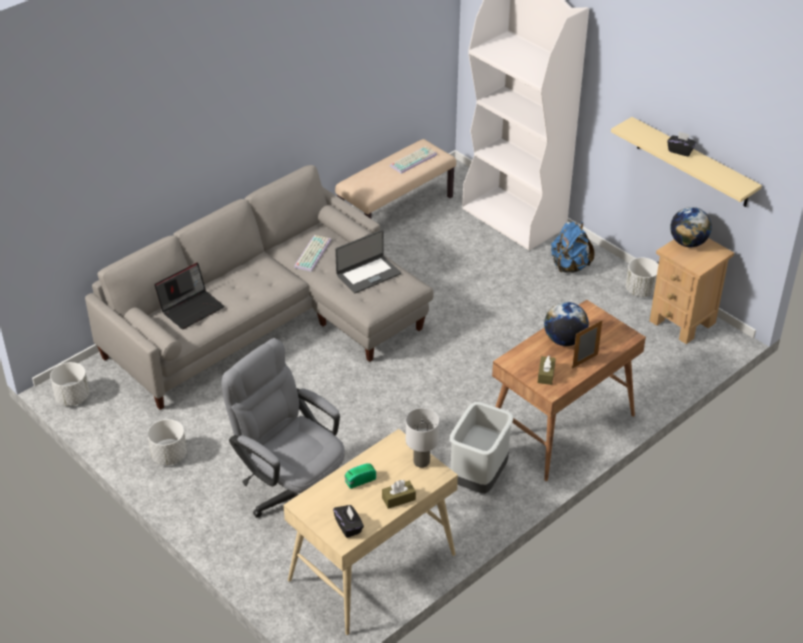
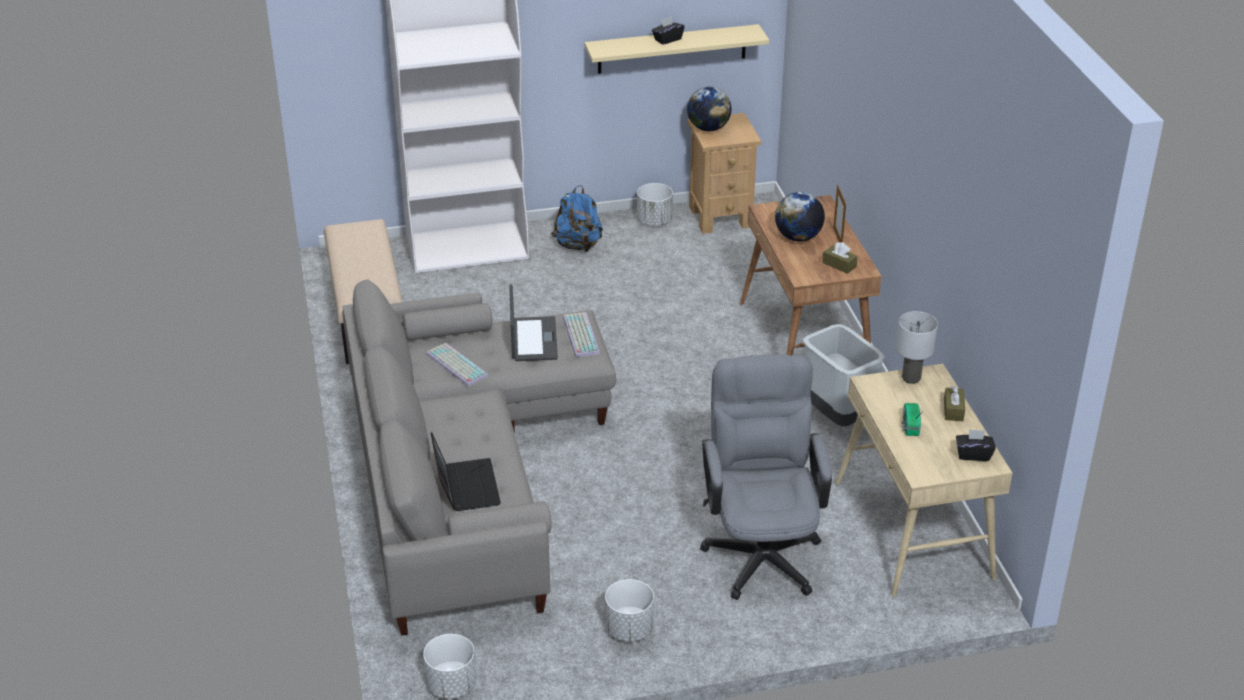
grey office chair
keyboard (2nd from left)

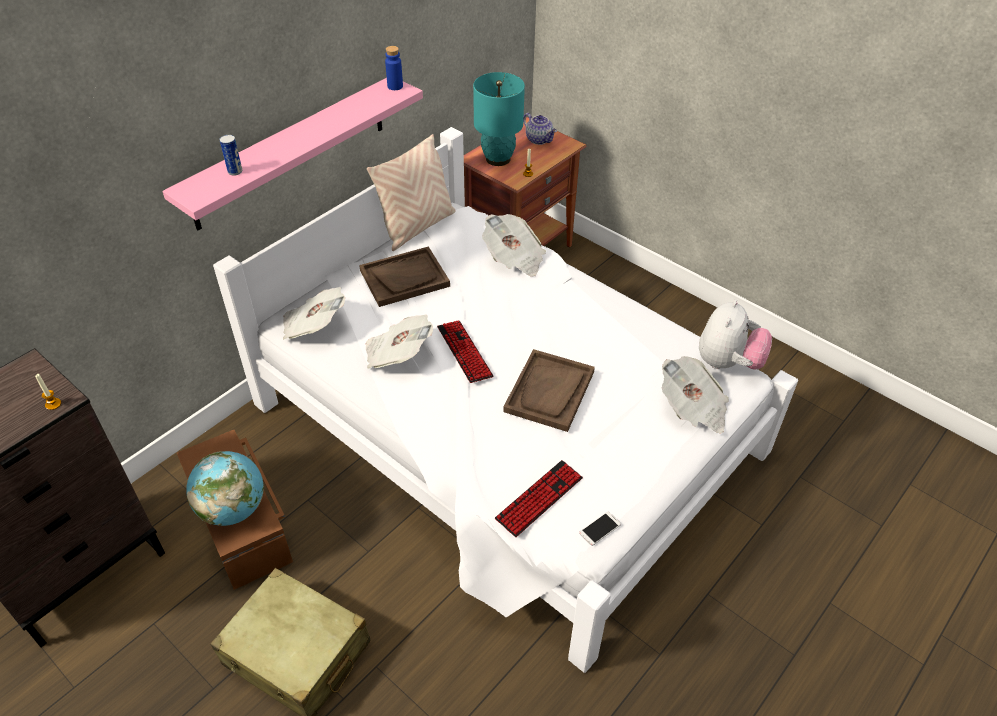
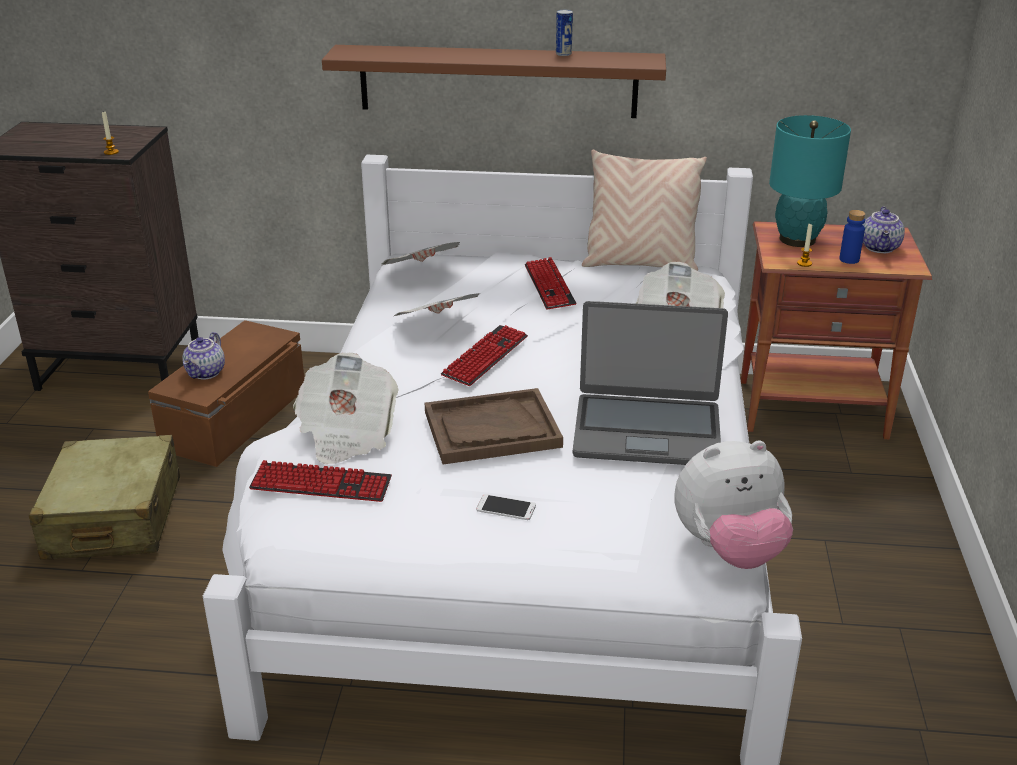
brown shelf
teapot (1st from left)
can
keyboard (3rd from left)
blue bottle
phone
newspaper (1st from left)
laptop

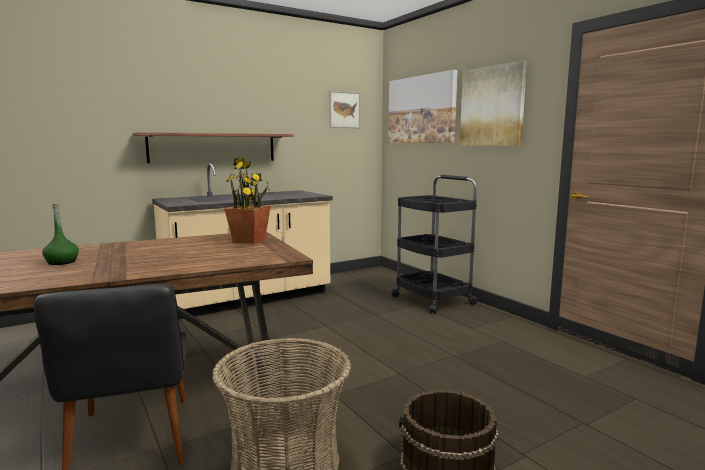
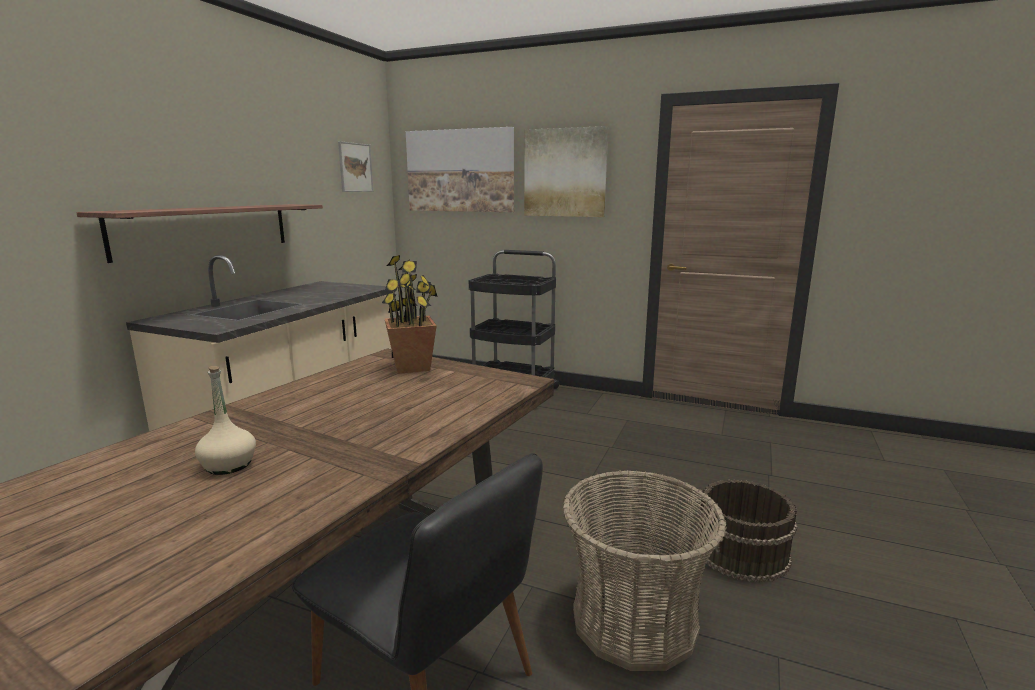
beige bottle

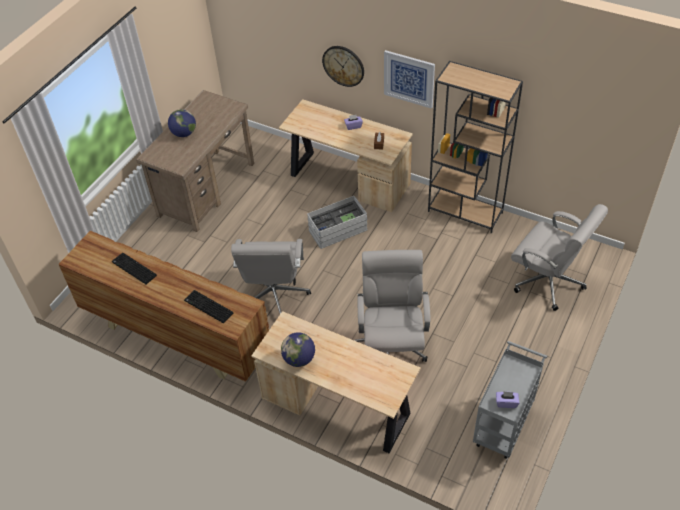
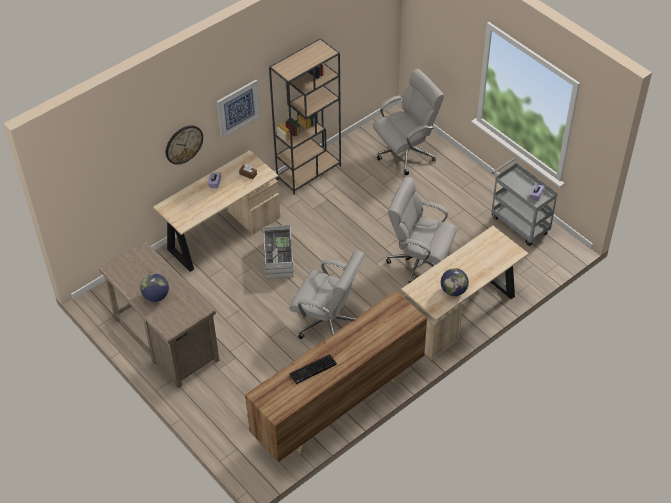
keyboard (2nd from left in the first image)

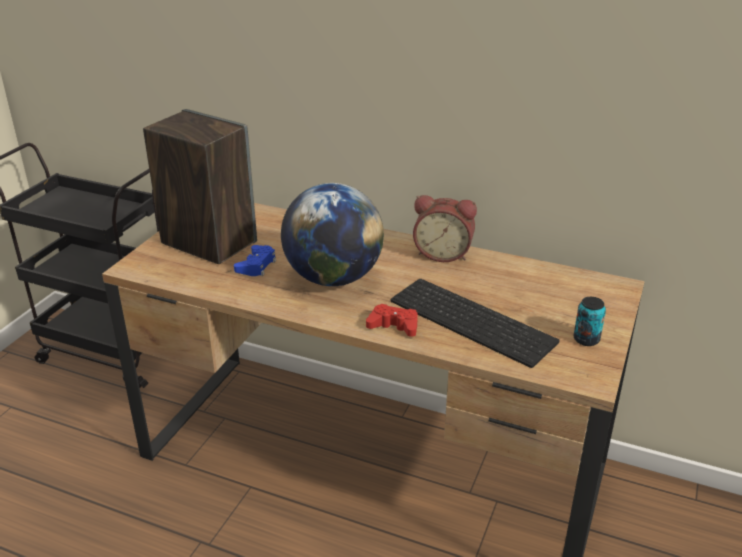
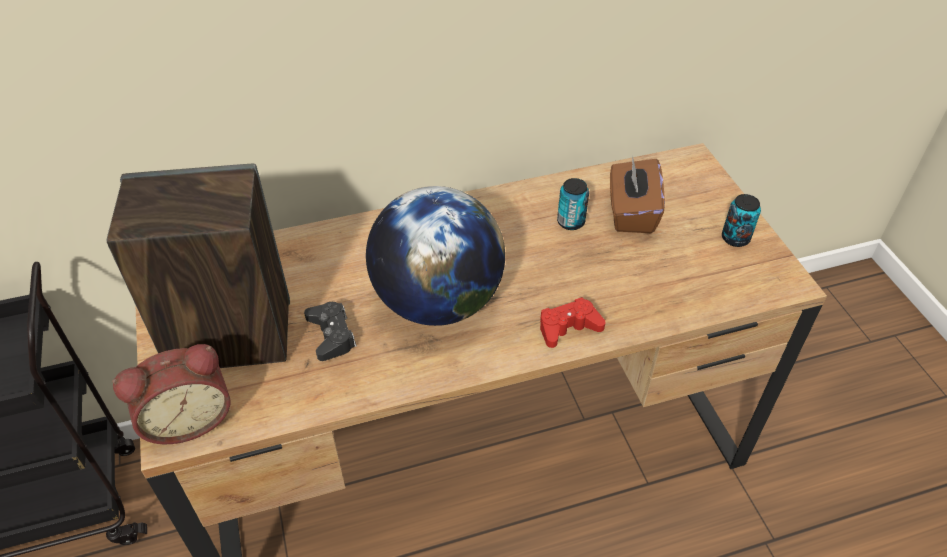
black game controller
keyboard
alarm clock
can (1st from left)
brown tissue box

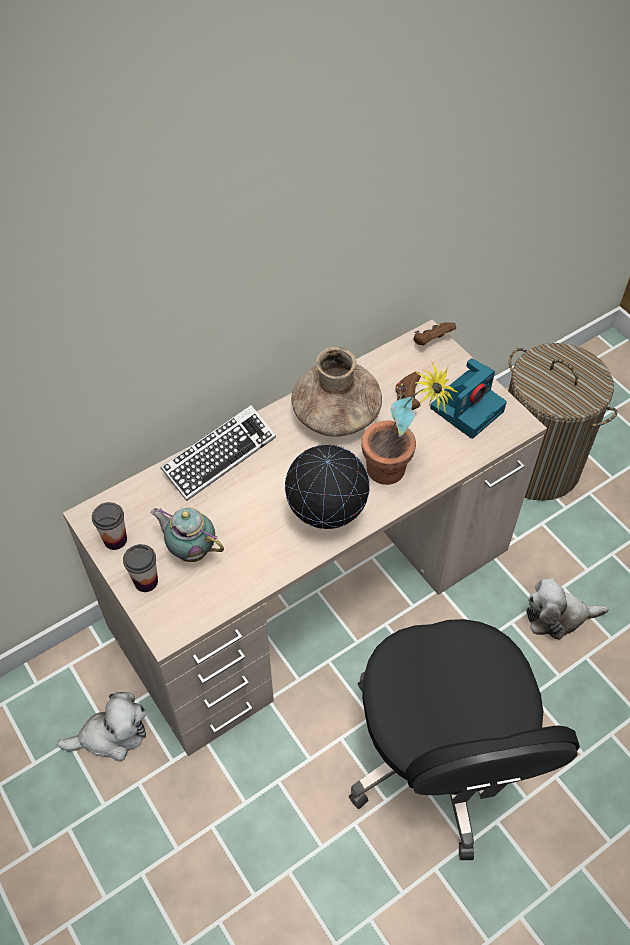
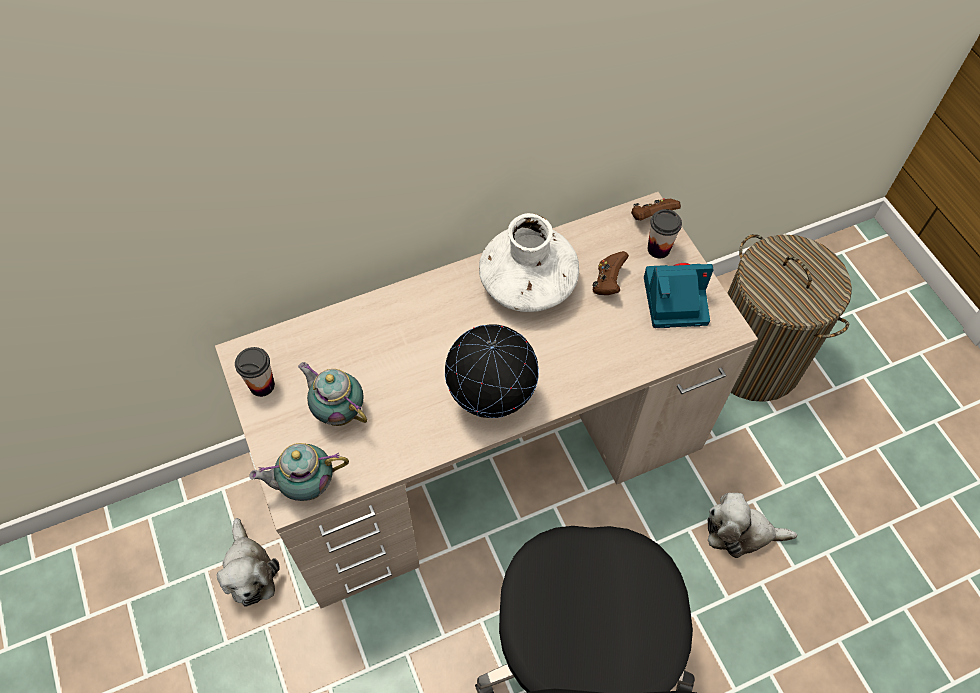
plush toy (1st from left)
cup (2nd from left)
keyboard
white vase
potted plant
photo camera
teapot (1st from left)

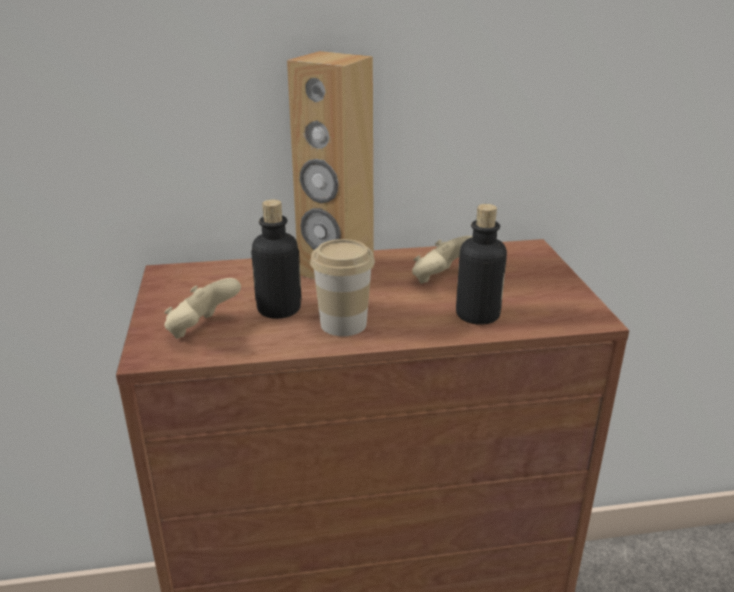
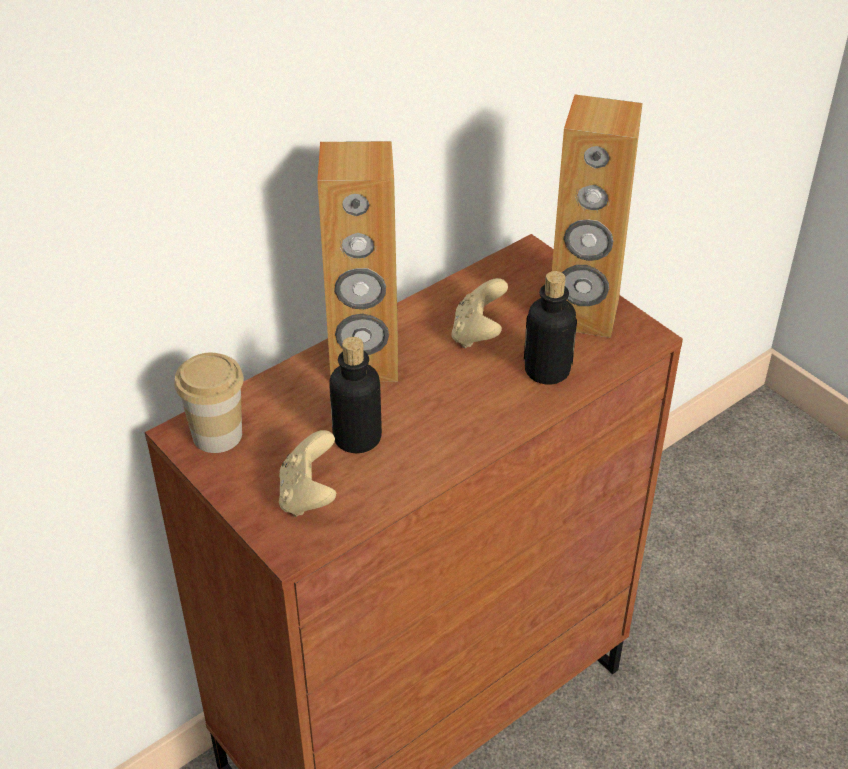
cup
brown speaker (2nd from left)

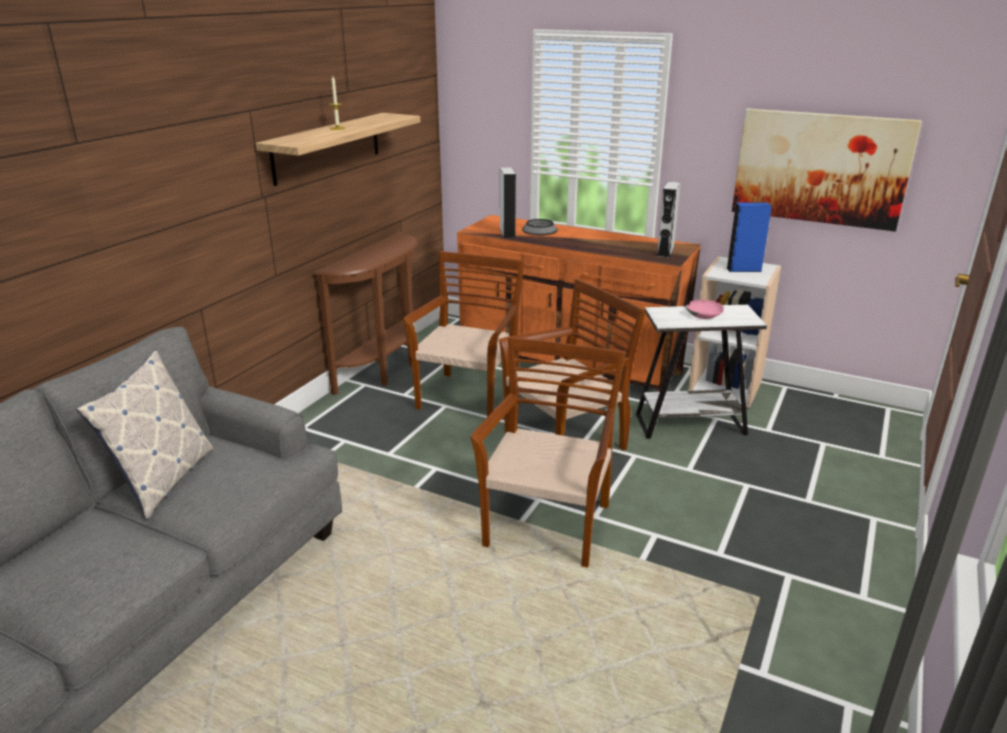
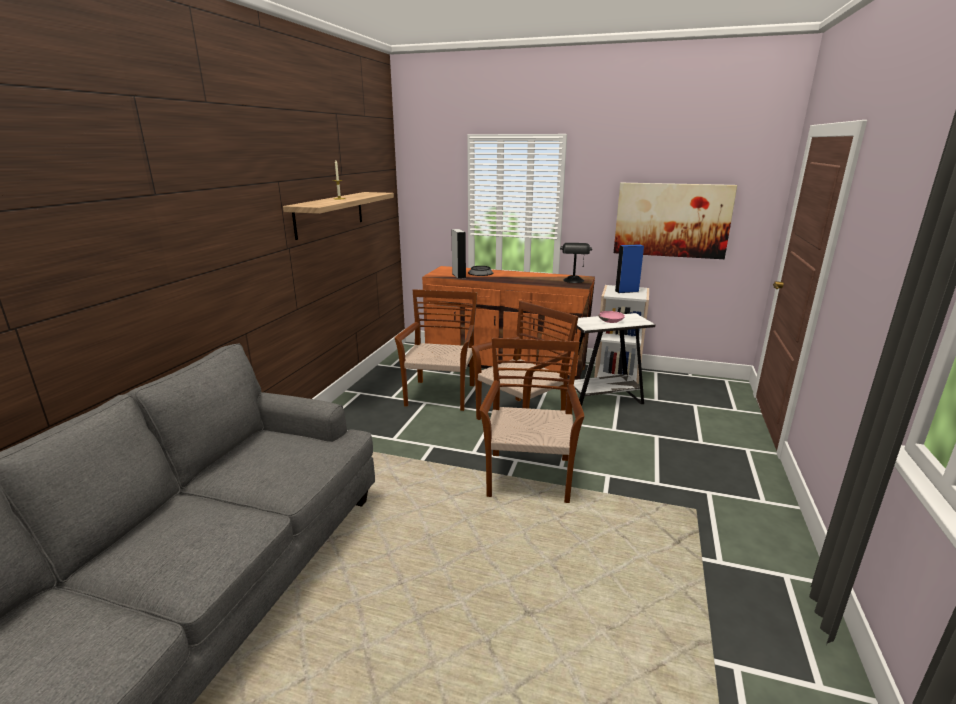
pillow
brown console table
black table lamp

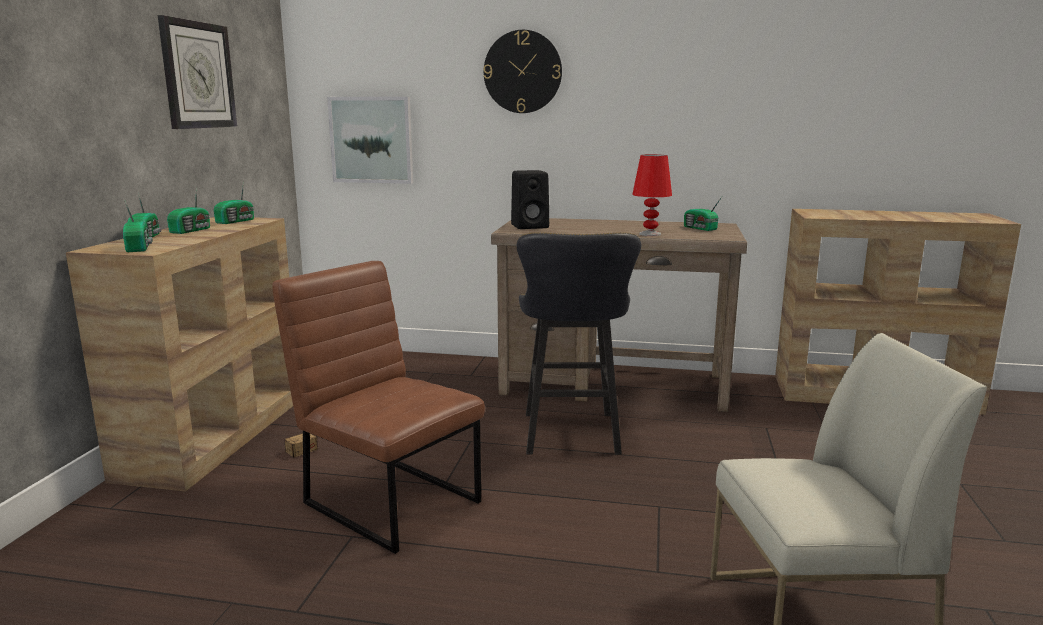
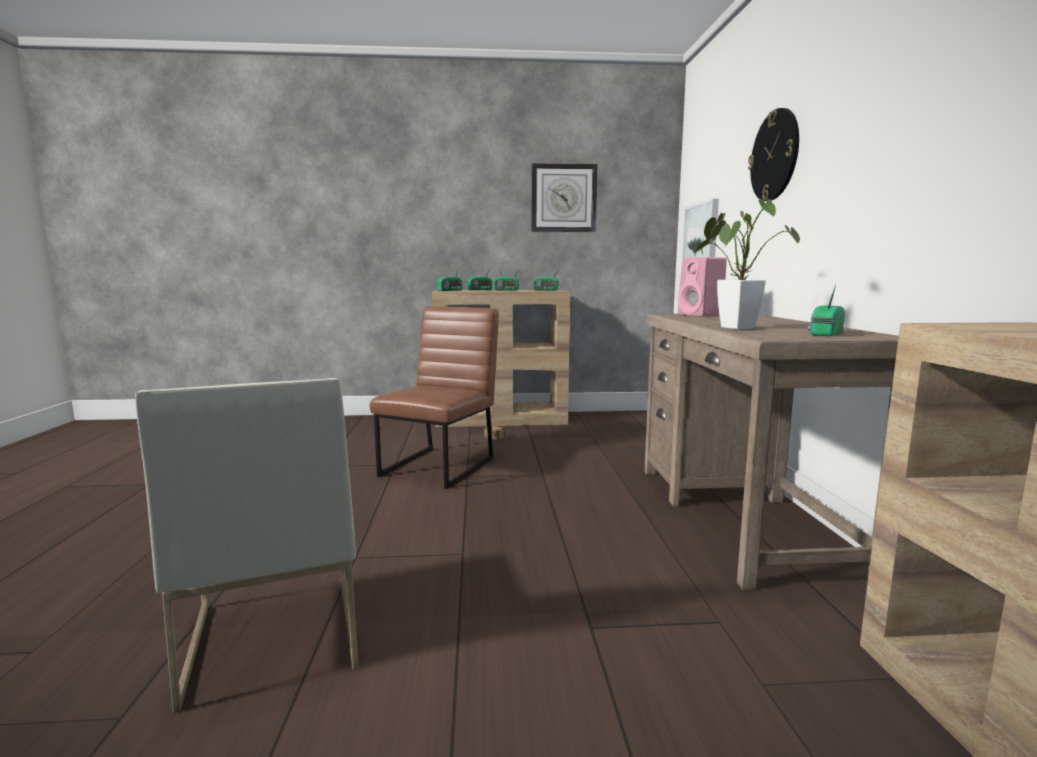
pink speaker
black stool
potted plant

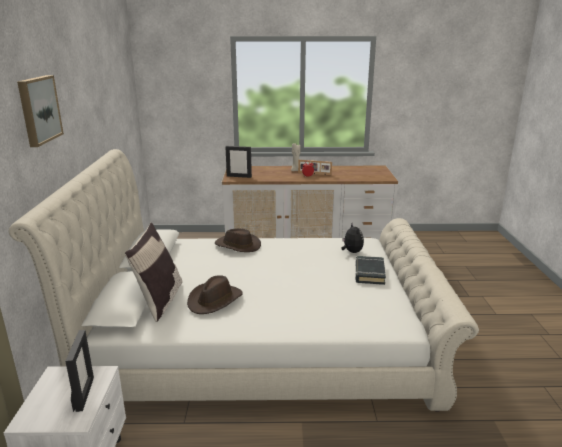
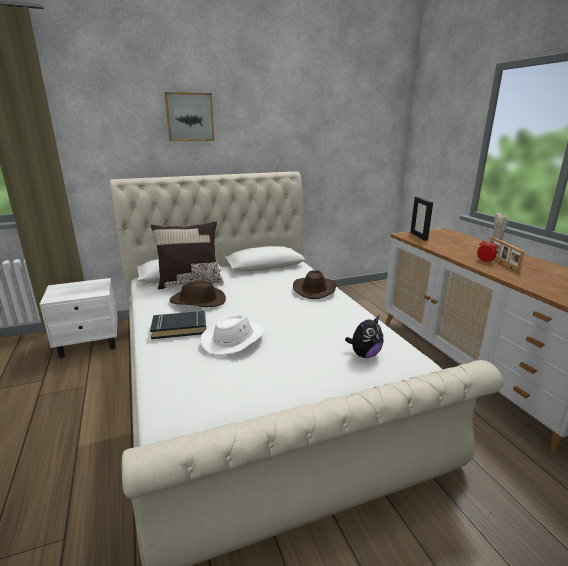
picture frame (1st from left in the first image)
black book
white hat

